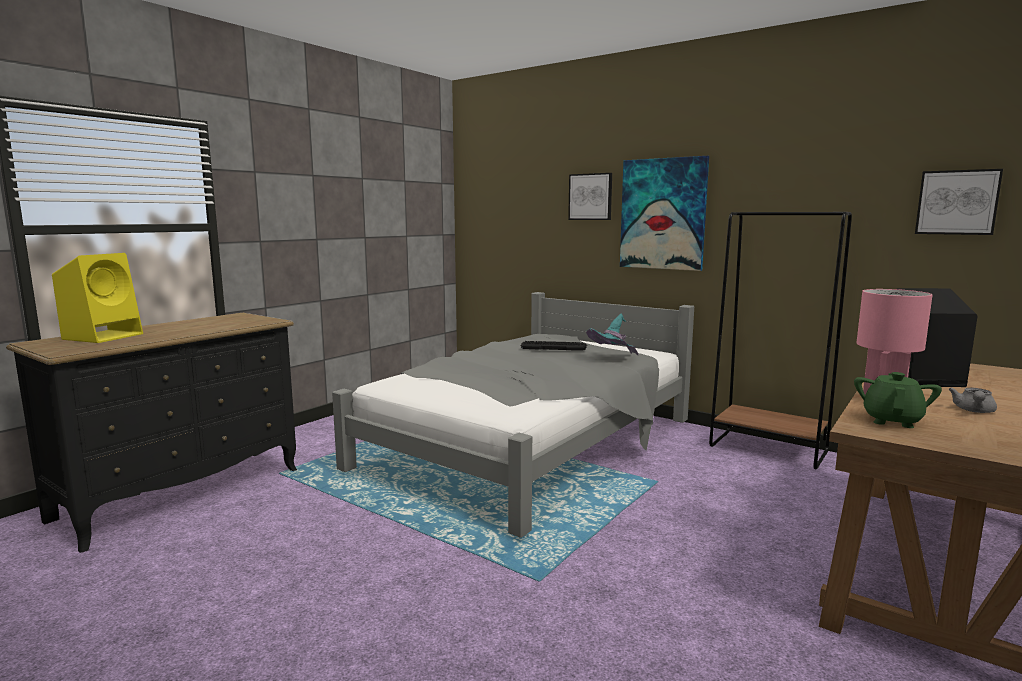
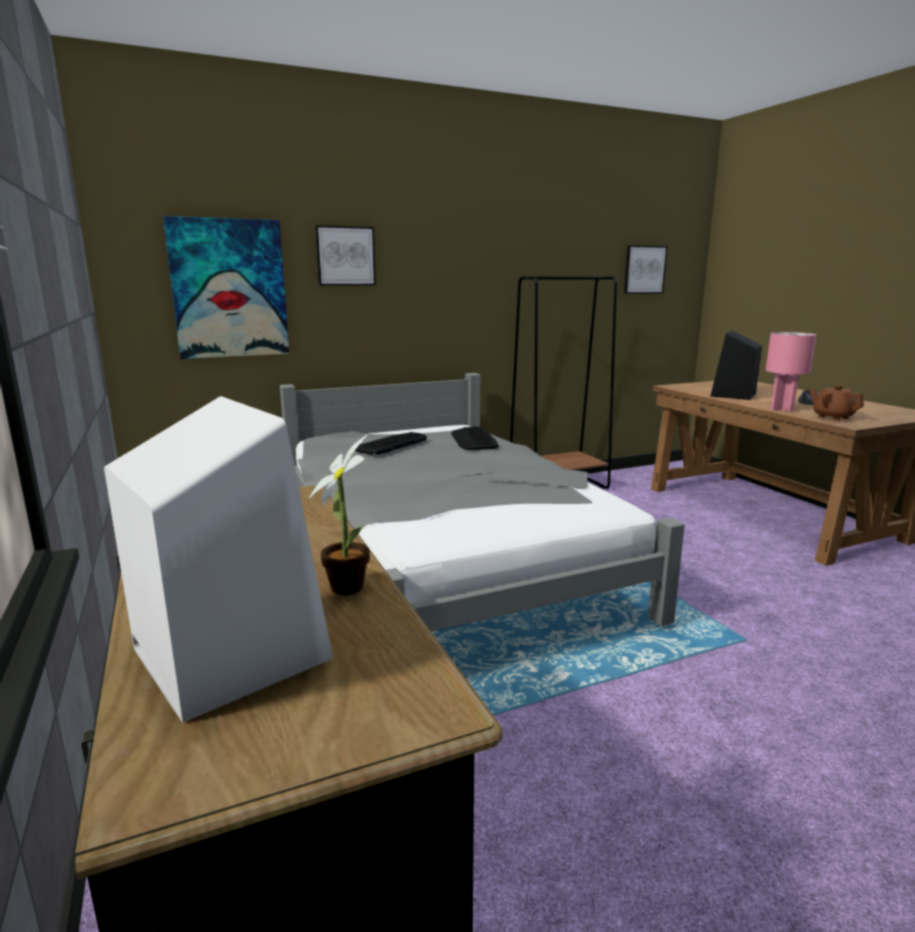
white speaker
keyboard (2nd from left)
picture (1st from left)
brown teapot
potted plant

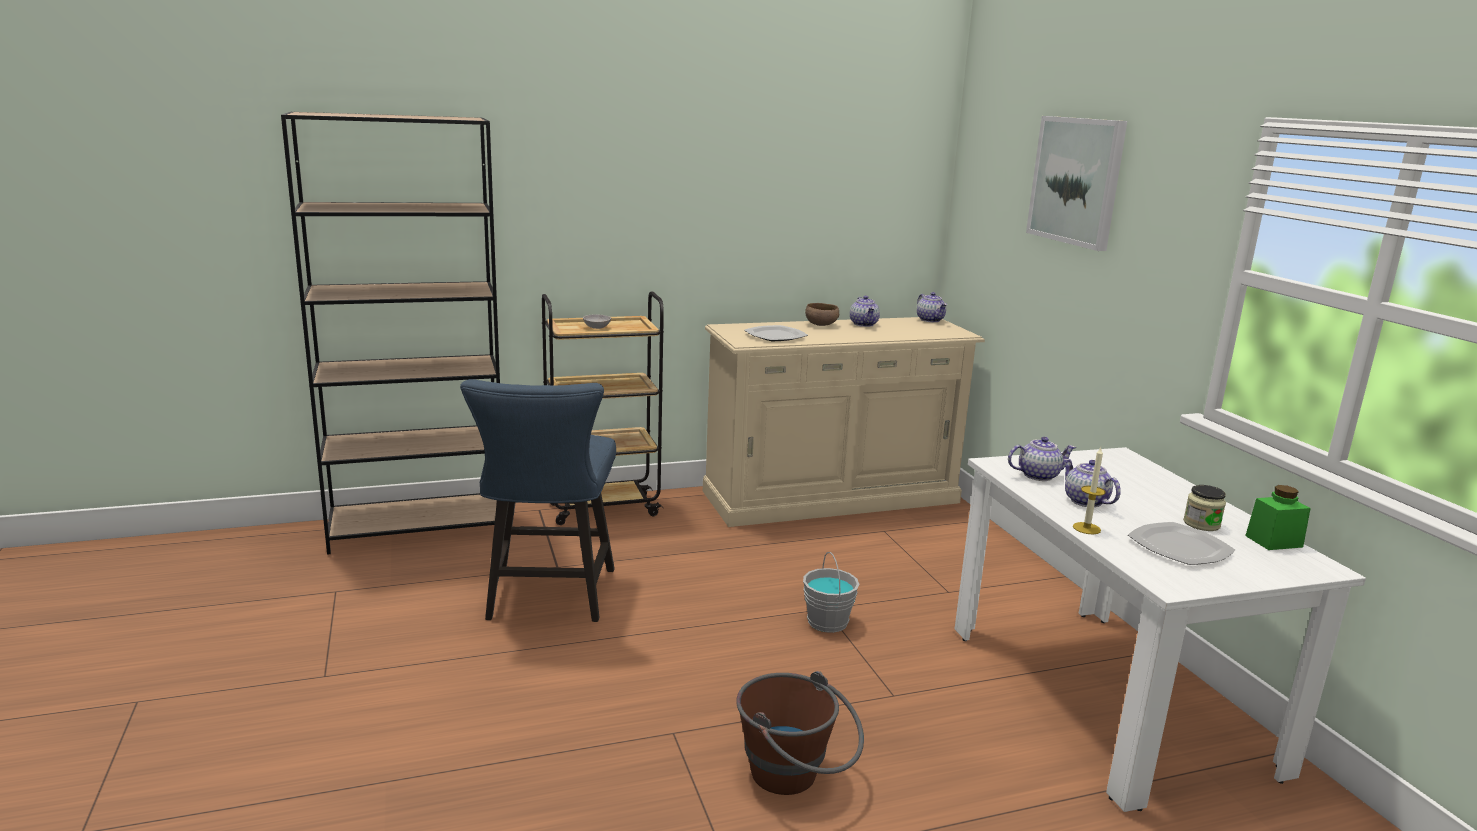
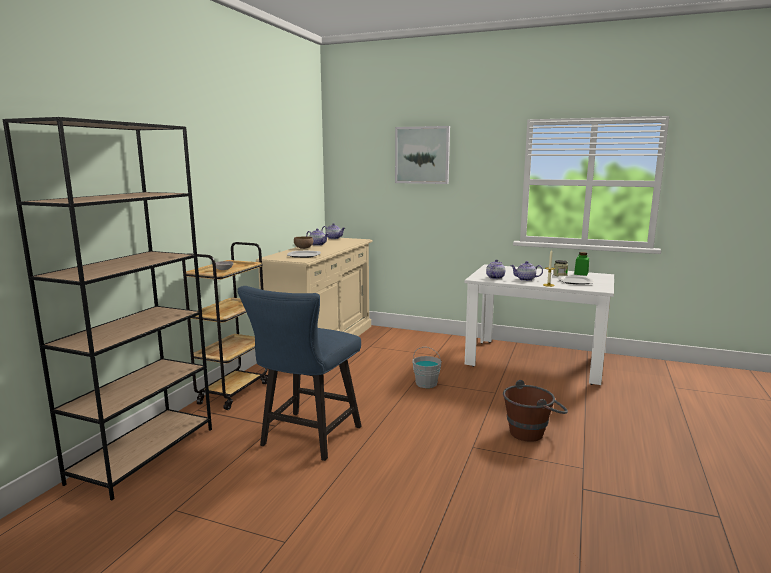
blue chair

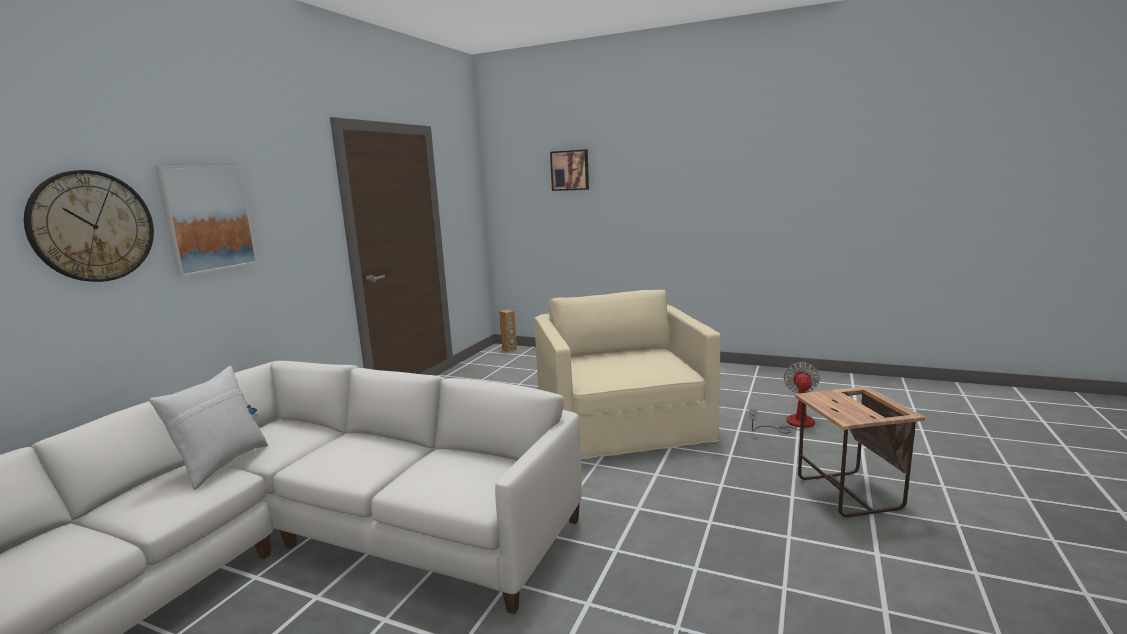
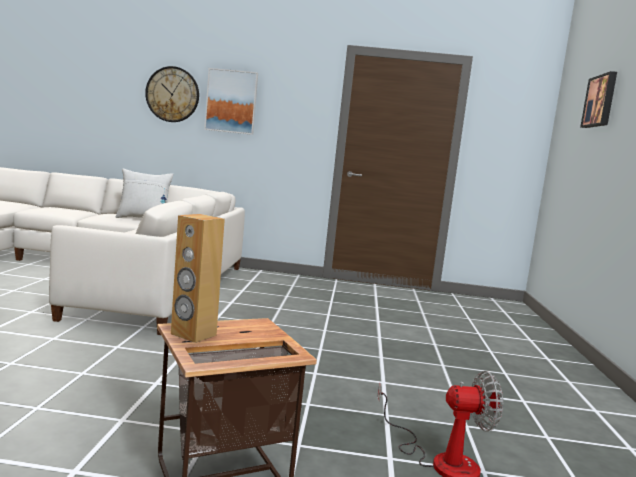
brown speaker
beige armchair

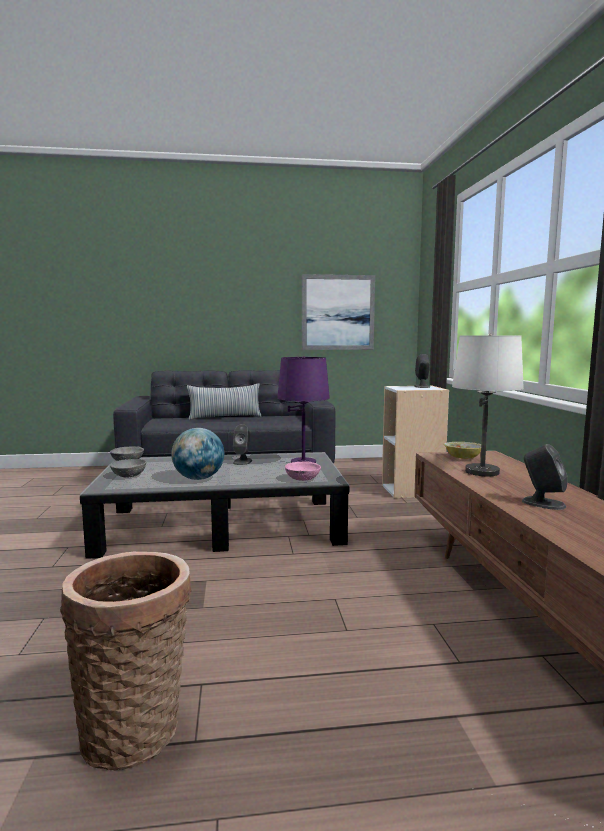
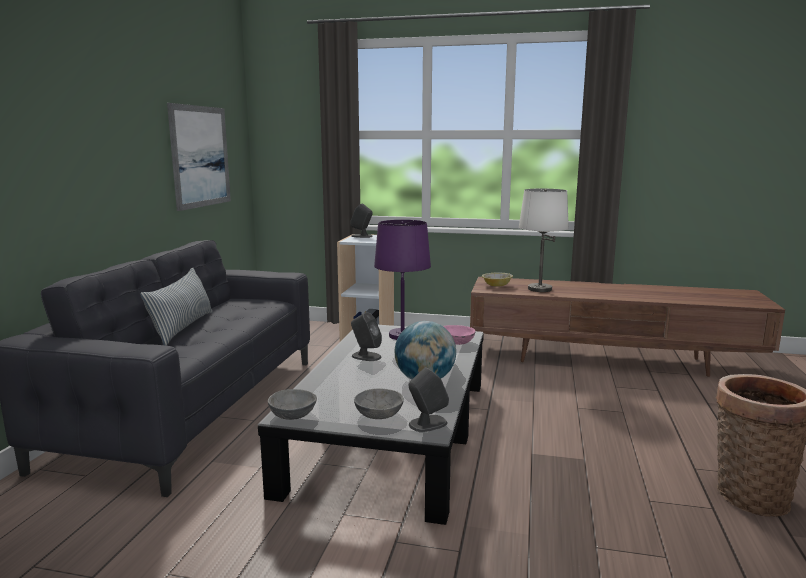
grey speaker (3rd from left)

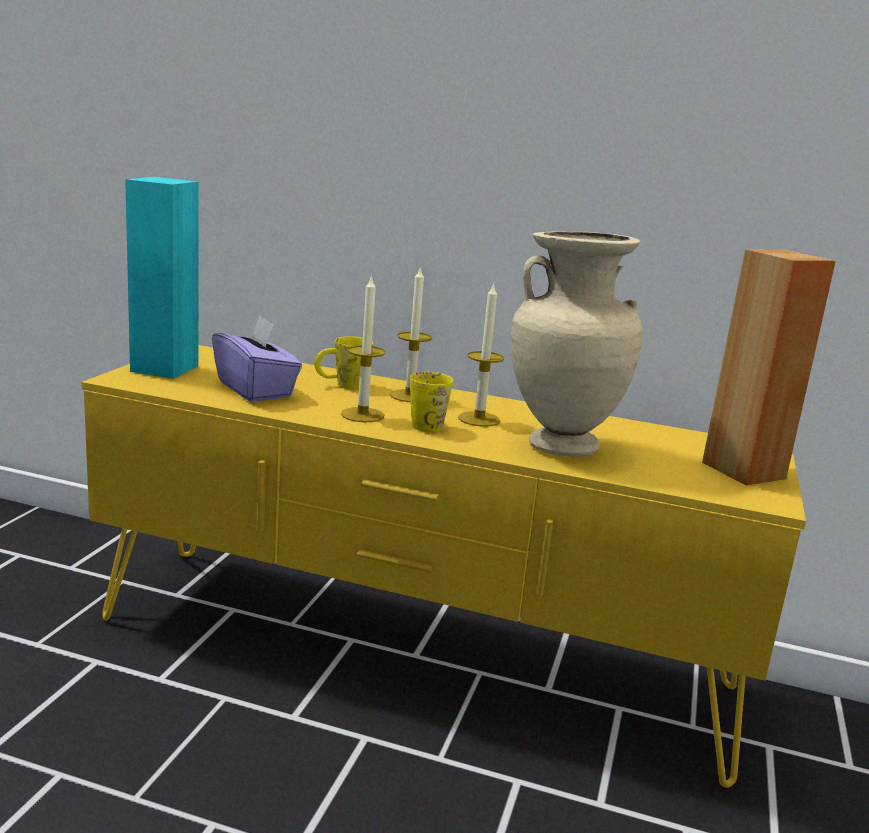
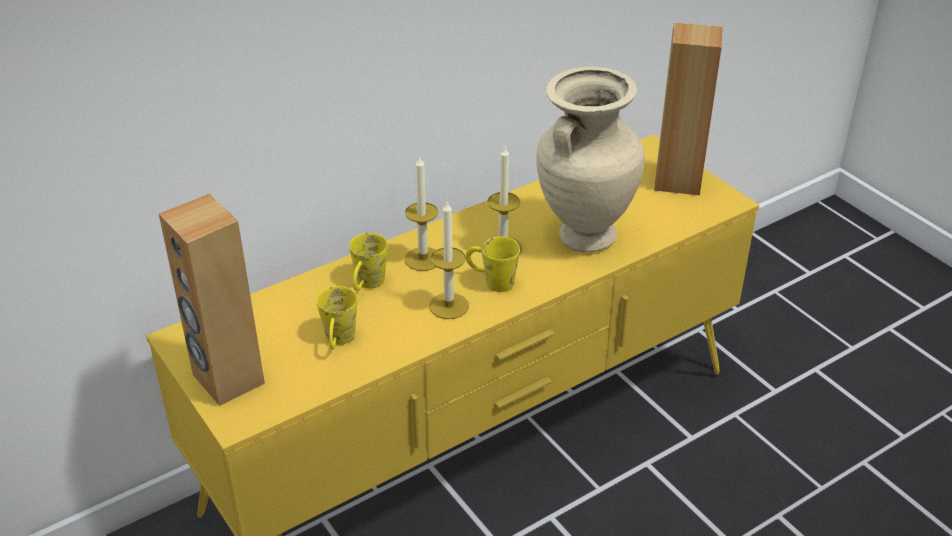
brown speaker (1st from left)
yellow mug (1st from left)

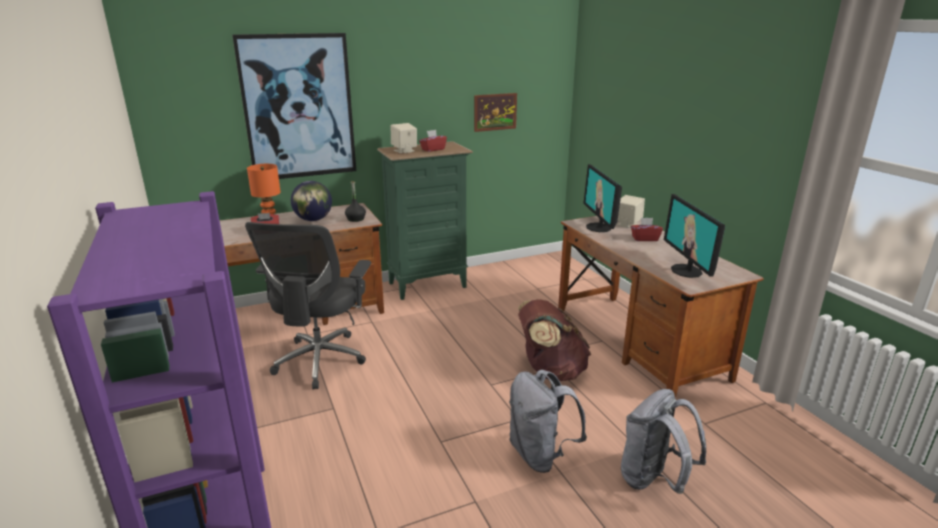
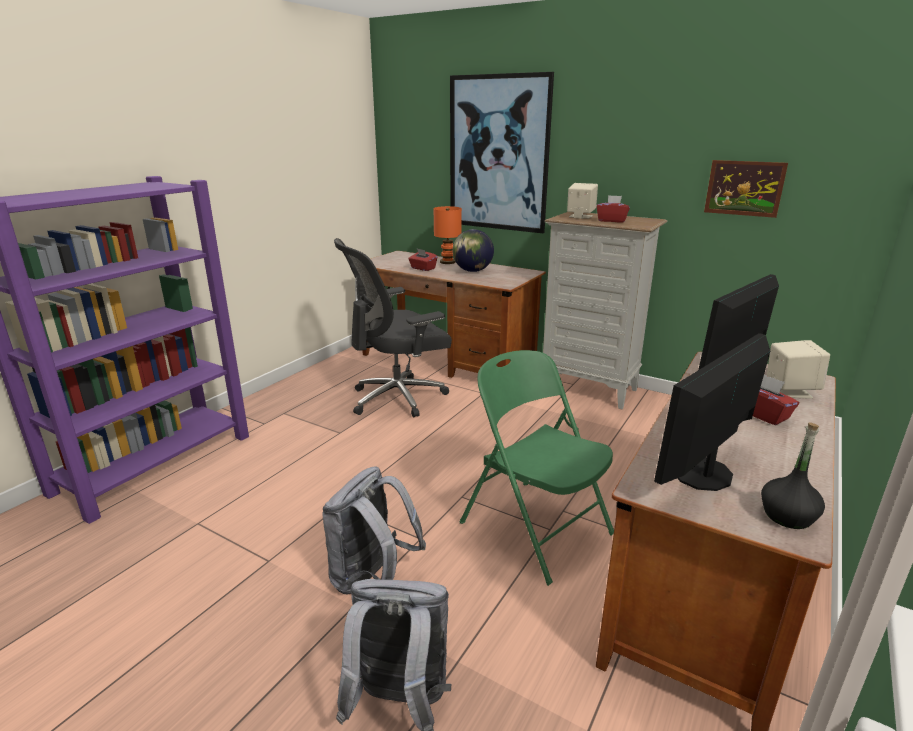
black bottle
white dresser
green chair

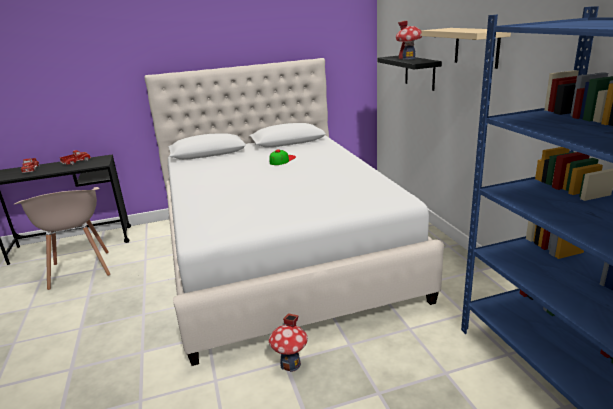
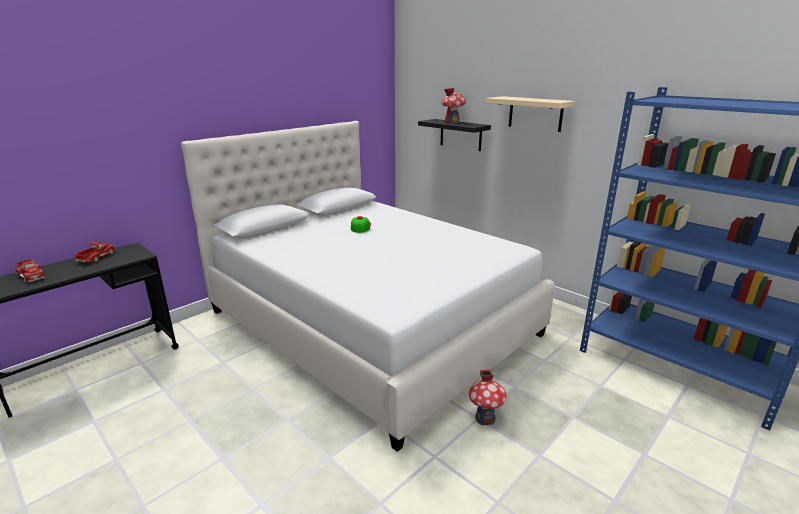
beige chair

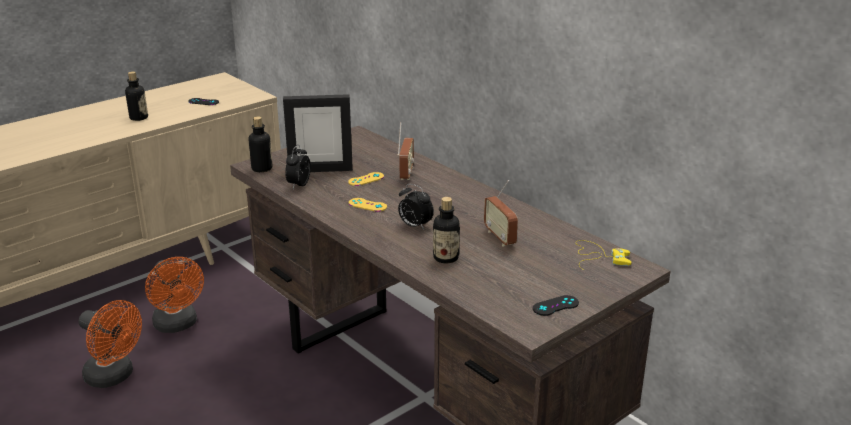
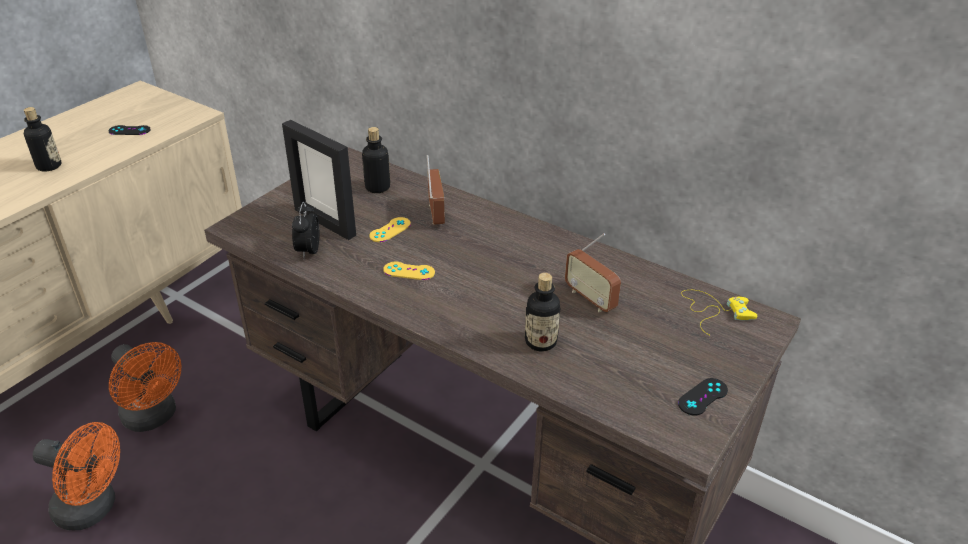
bottle (2nd from left)
picture frame
alarm clock (2nd from left in the first image)

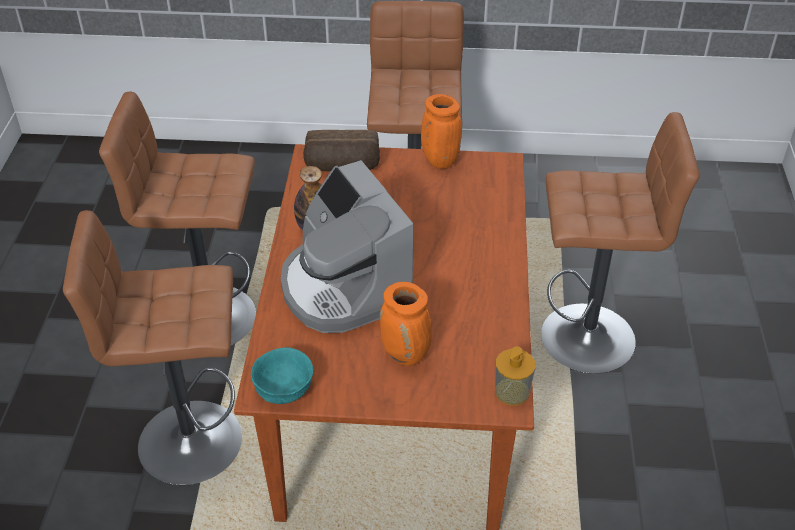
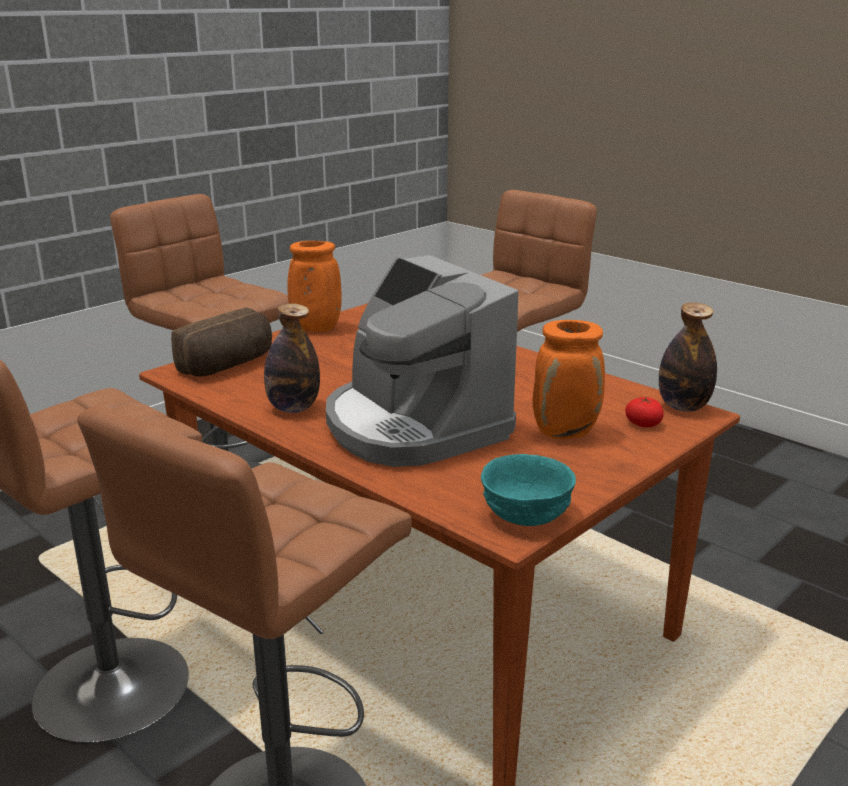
coffee machine
bottle (2nd from left)
tomato

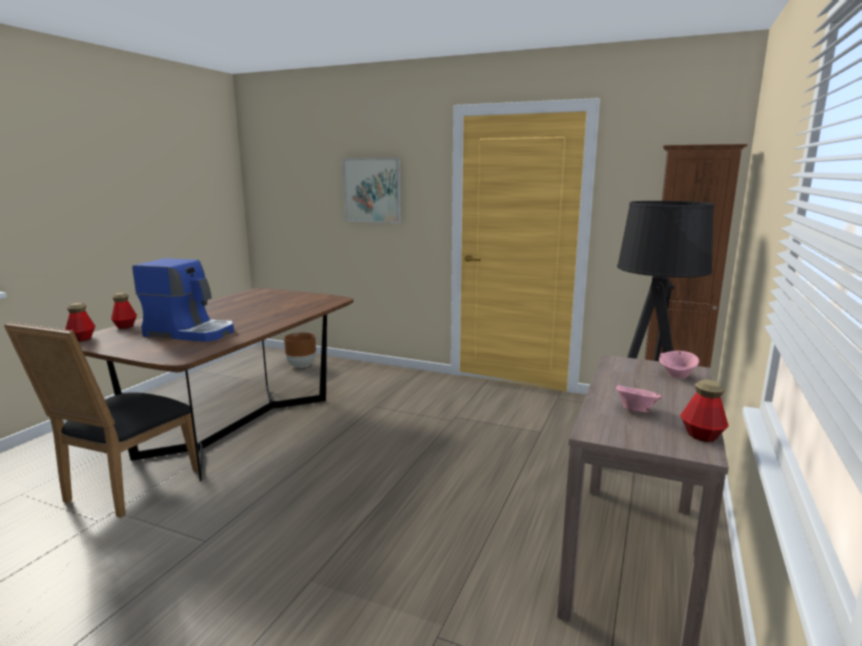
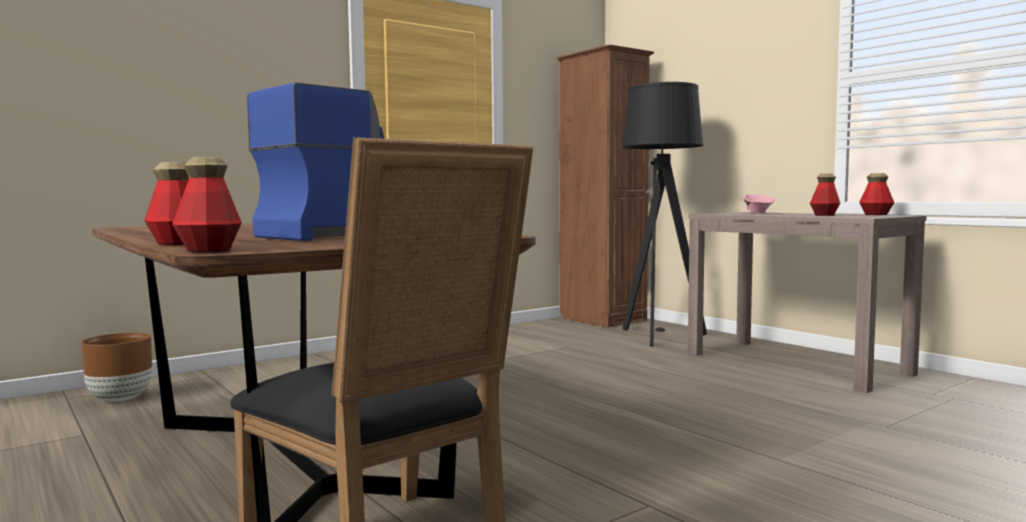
picture
bottle (3rd from left)

